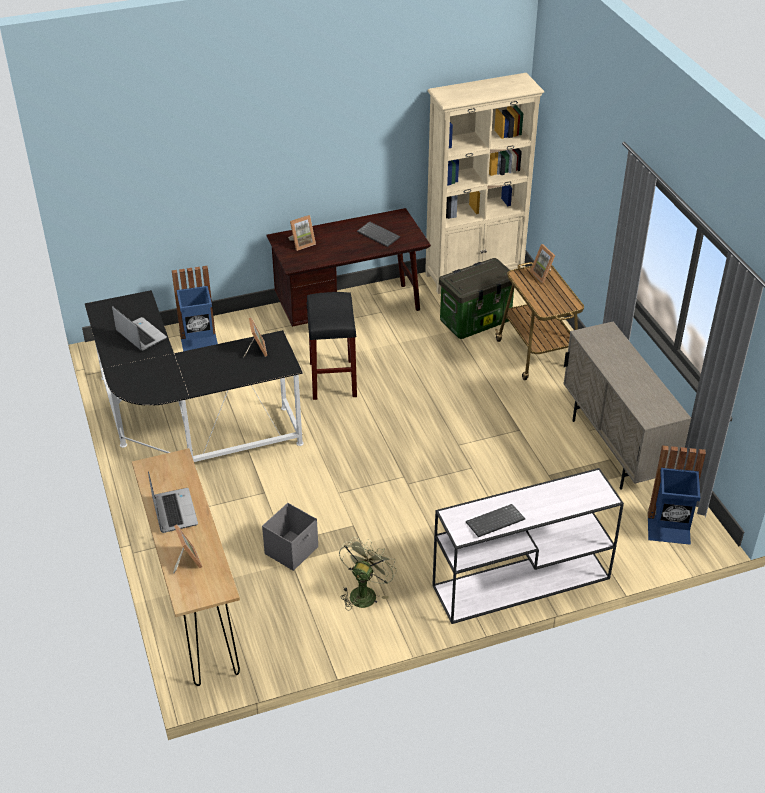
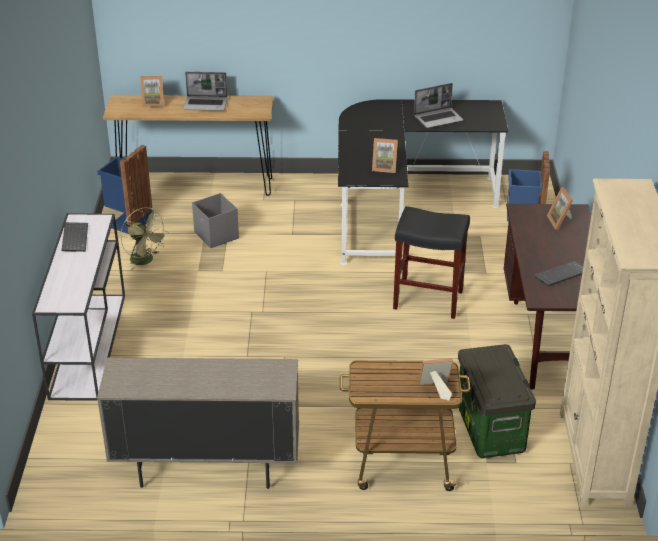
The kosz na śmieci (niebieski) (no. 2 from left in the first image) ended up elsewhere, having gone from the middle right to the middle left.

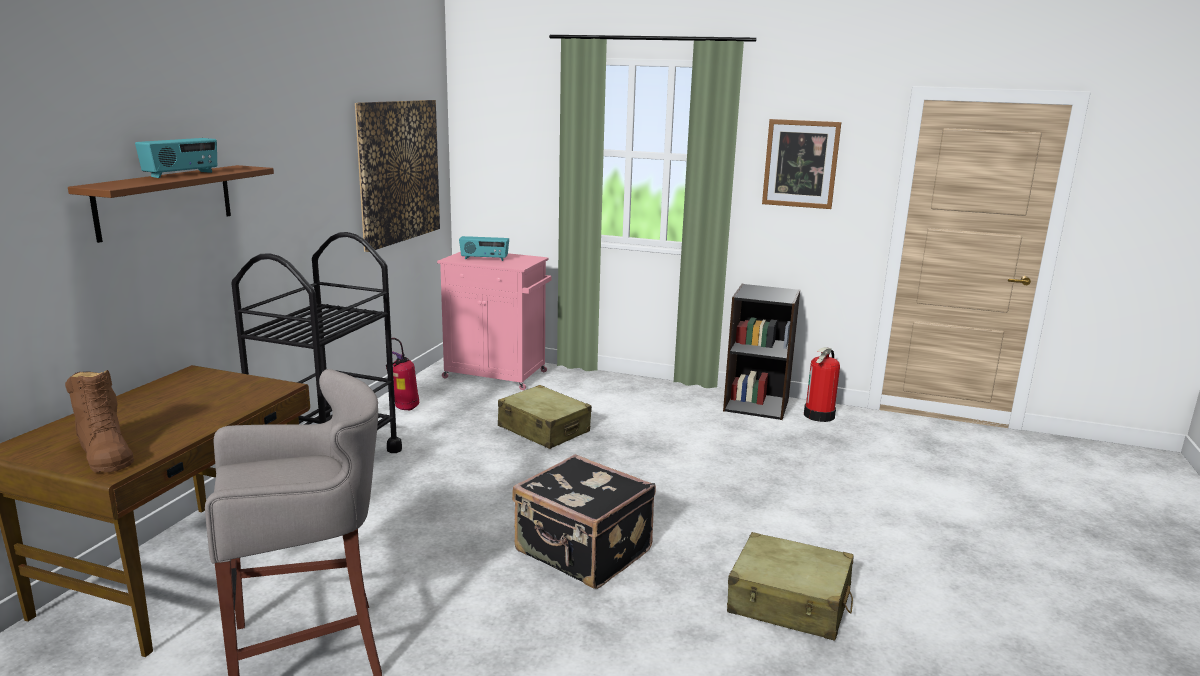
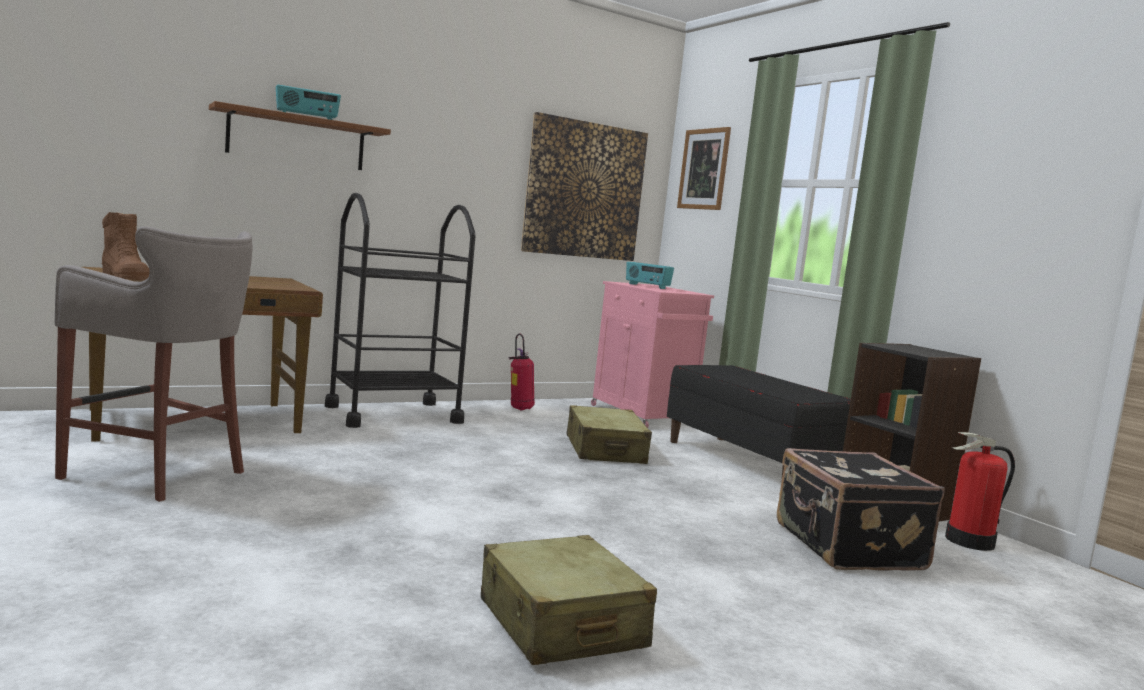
The but z cholewką (brązowy) at the middle left ended up facing another way, 45 degrees counterclockwise from before.
The walizka (czarny) ended up elsewhere, having gone from the bottom centre to the bottom right.
The obraz (no. 2 from left) ended up elsewhere, having gone from the top right to the top centre.
The second view gained the ławka (czarny) at the centre.

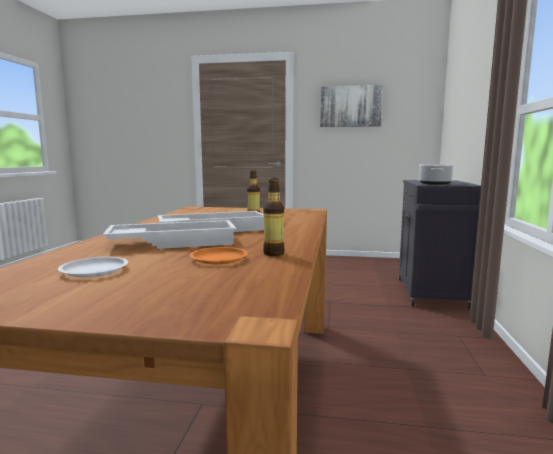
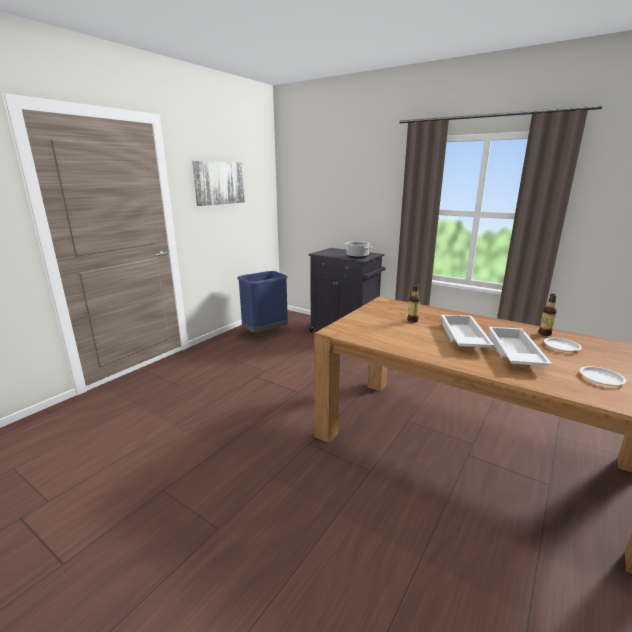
What was the talerz (pomarańczowy) at the centre turned into the talerz (biały) (no. 1 from left) at the middle right.
The second view gained the kosz na śmieci (niebieski) at the centre.

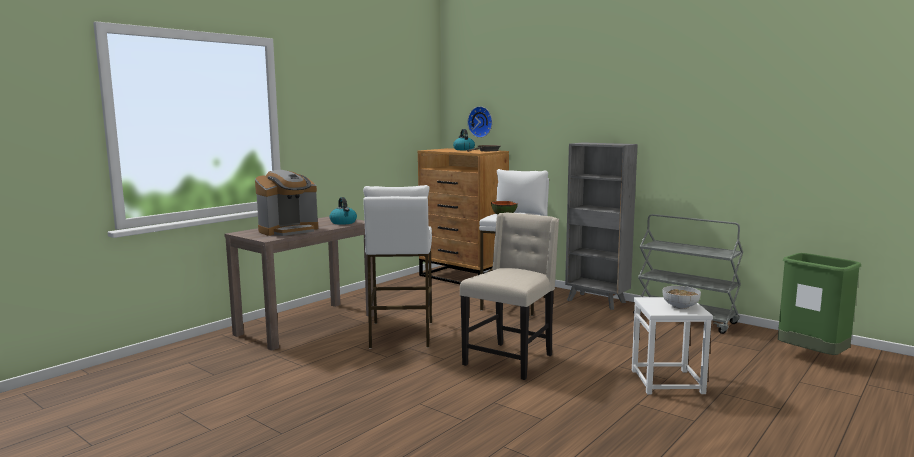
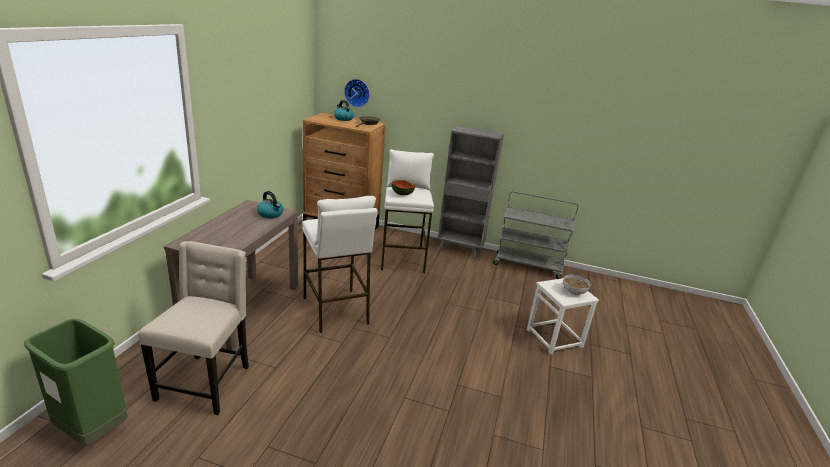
The second view lost the ekspres do kawy at the middle left.
The krzesło (beżowy) ended up elsewhere, having gone from the centre to the bottom left.
The kosz na śmieci (zielony) ended up elsewhere, having gone from the middle right to the bottom left.

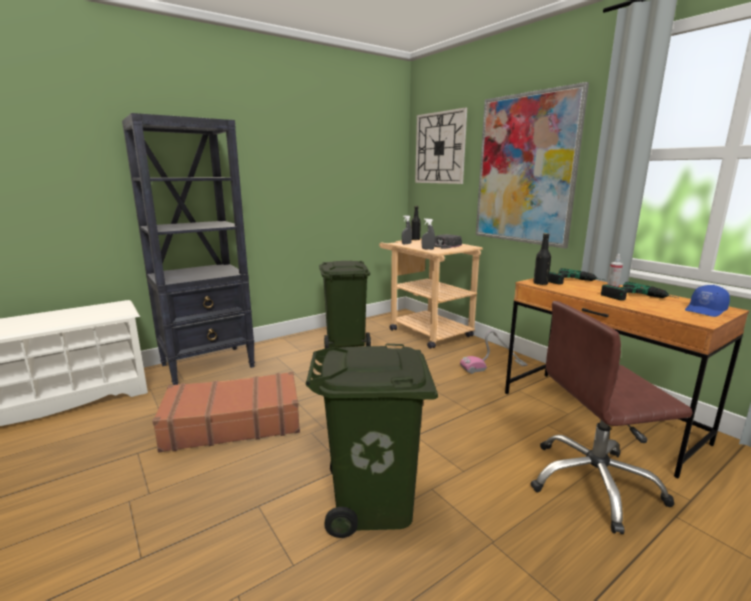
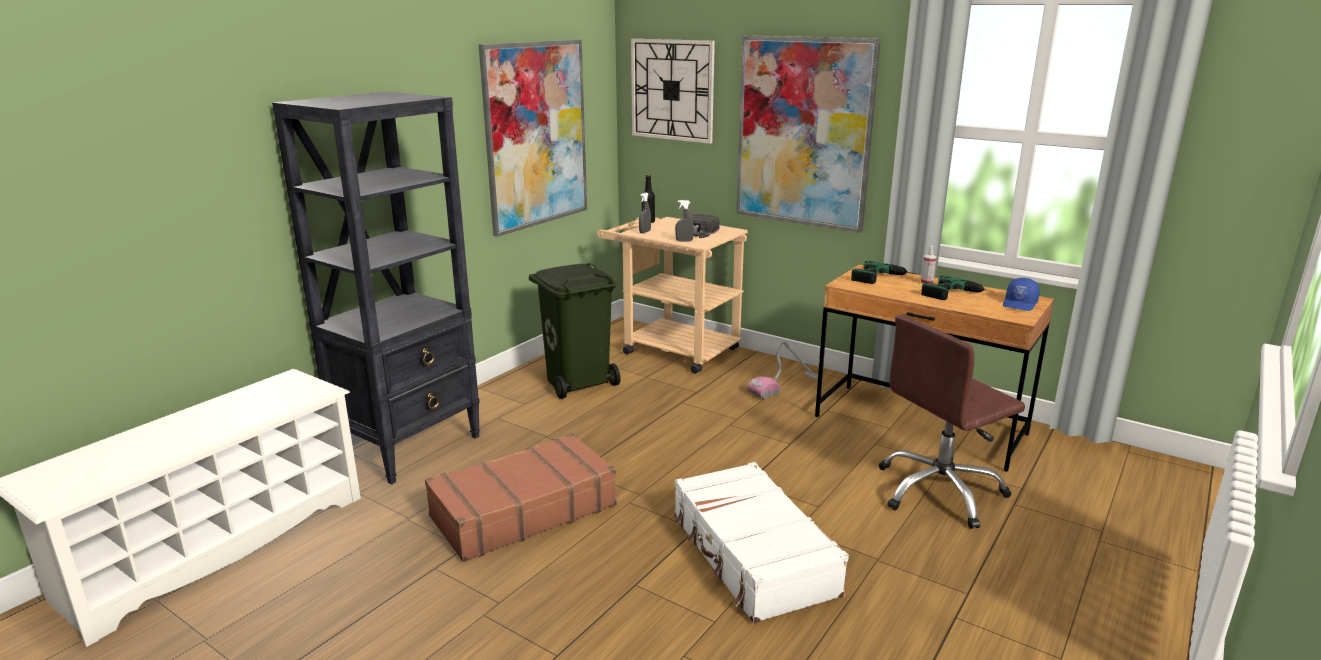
Where the kosz na śmieci (zielony) (no. 2 from left) stood at the bottom centre, the walizka (biały) came to stand at the bottom centre.
The second view lost the butelka (czarny) (no. 2 from left) at the middle right.
The second view gained the obraz (no. 1 from left) at the top centre.

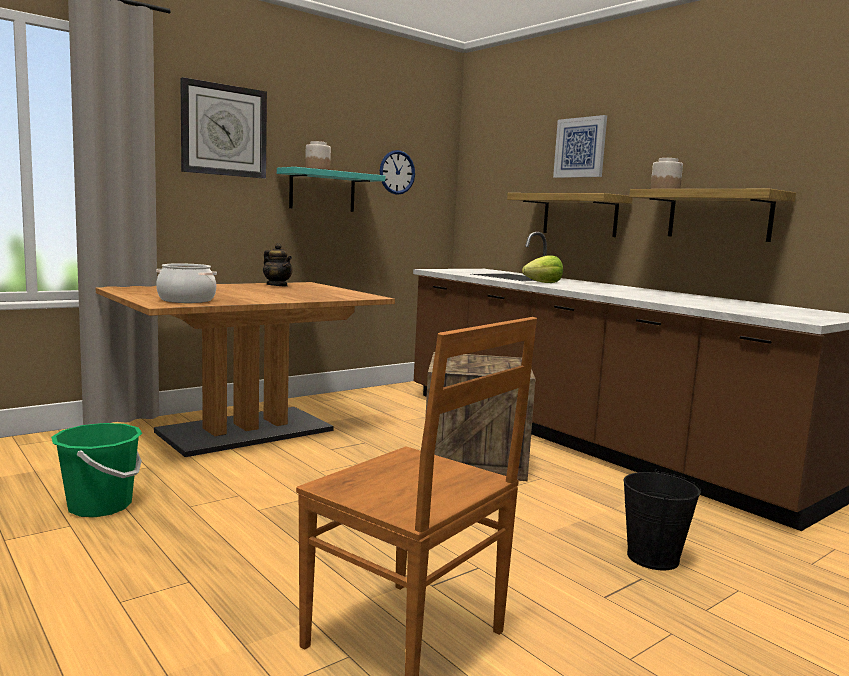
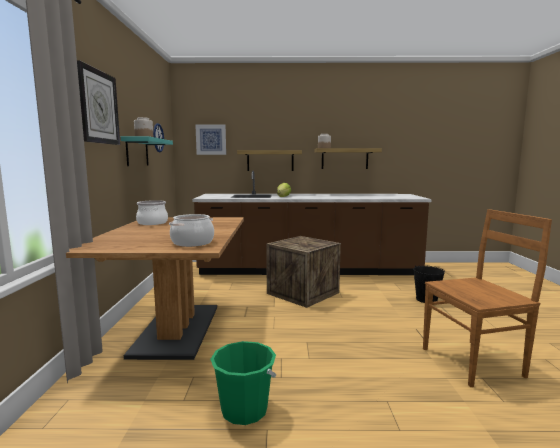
Where the imbryk stood at the middle left, the garnek (no. 1 from left) came to stand at the middle left.
The obraz ended up elsewhere, having gone from the top right to the top centre.

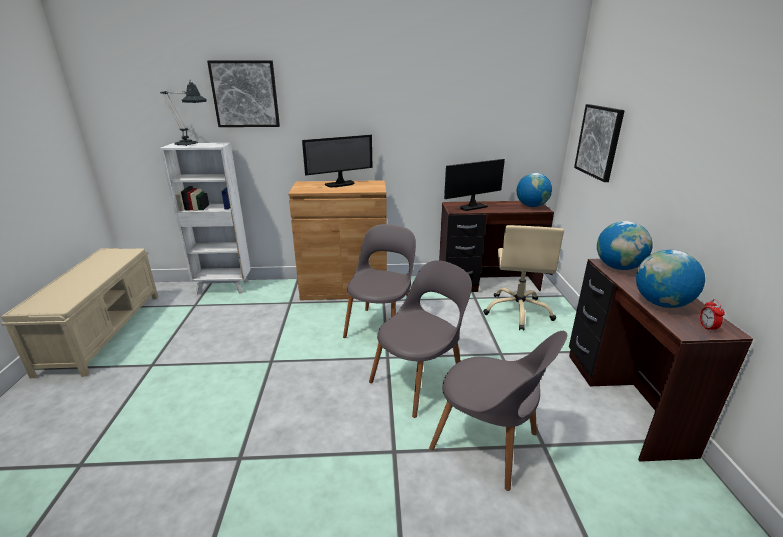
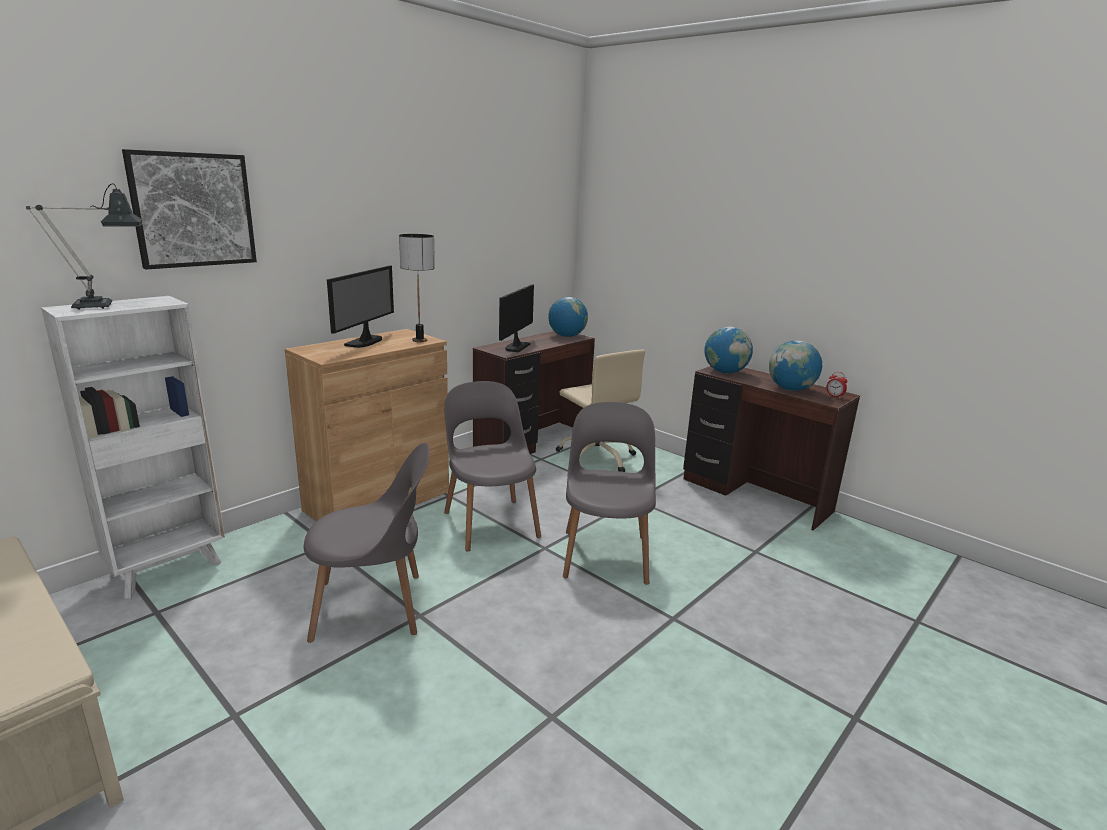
The krzesło (szary) (no. 3 from left in the first image) ended up elsewhere, having gone from the bottom centre to the middle left.
The second view lost the obraz (no. 2 from left) at the top right.
The second view gained the lampa stołowa (no. 2 from left) at the centre.

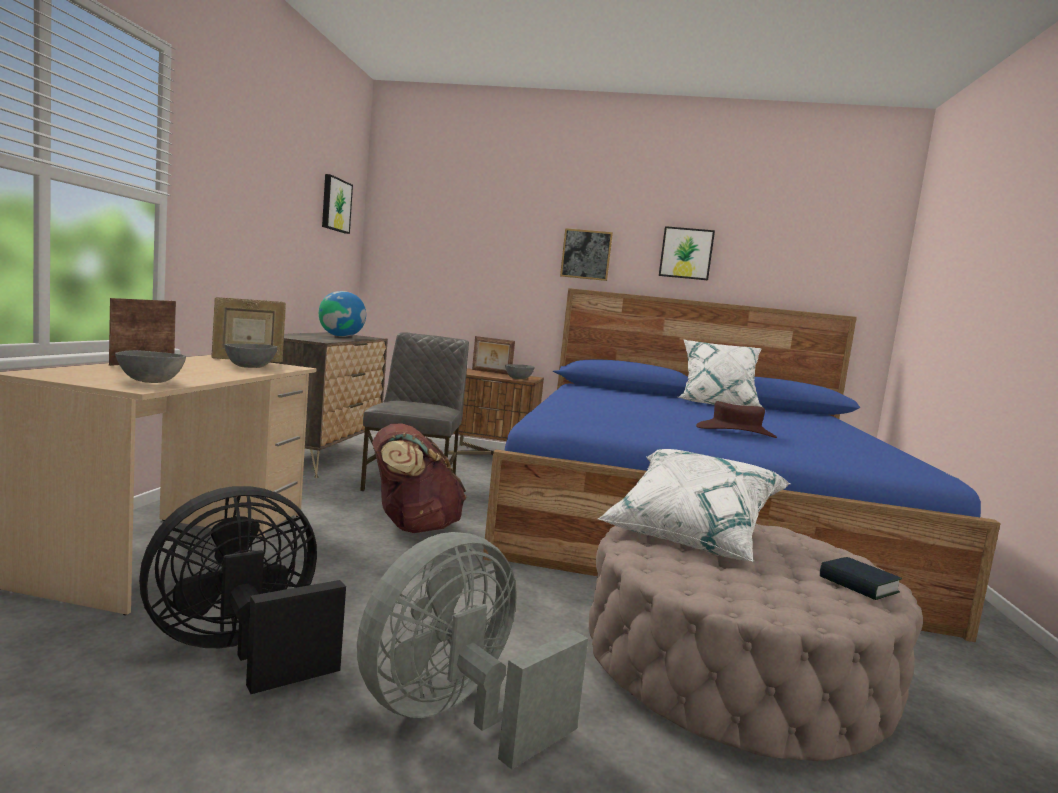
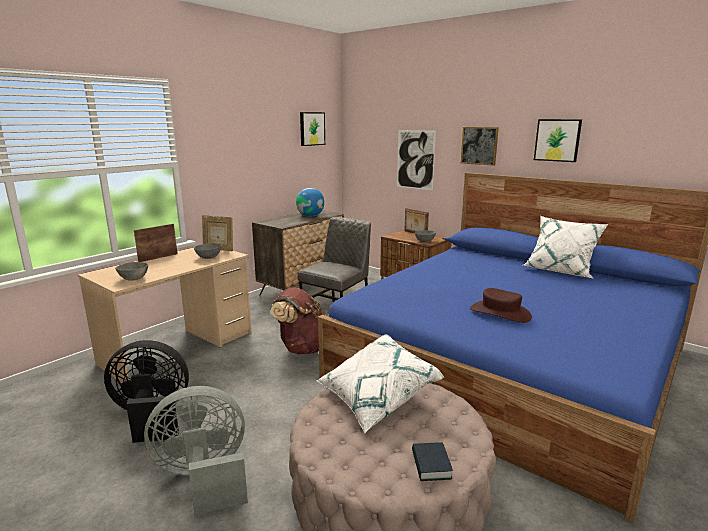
The second view gained the obraz (no. 2 from left) at the top centre.

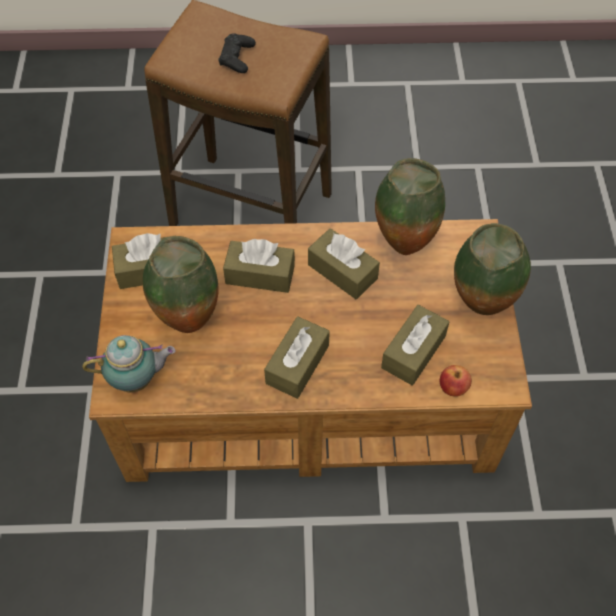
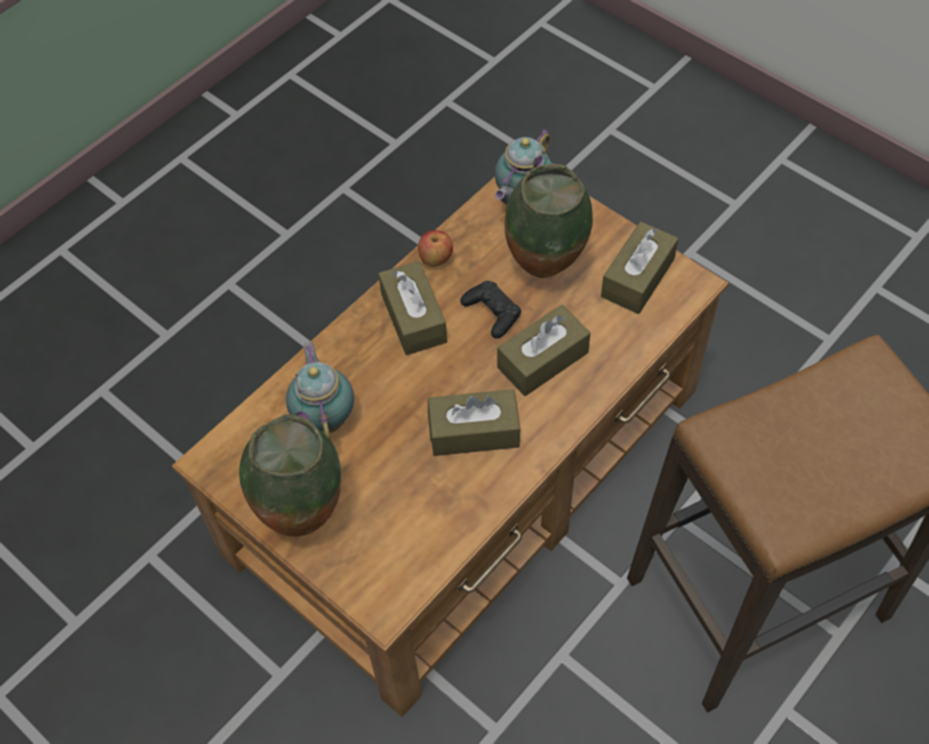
The pad do gier (czarny) ended up elsewhere, having gone from the top centre to the centre.
The second view lost the wazon (no. 2 from left) at the centre.
Where the pudełko chusteczek (brązowy) (no. 5 from left) stood at the middle right, the imbryk (no. 1 from left) came to stand at the centre.
The jabłko ended up elsewhere, having gone from the middle right to the centre.

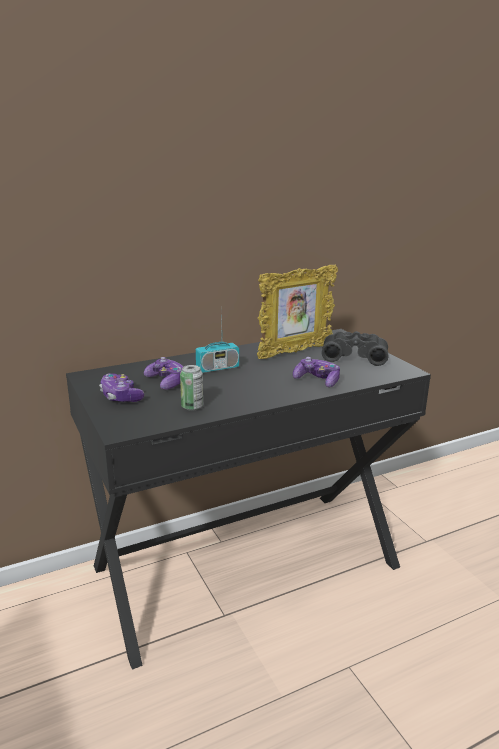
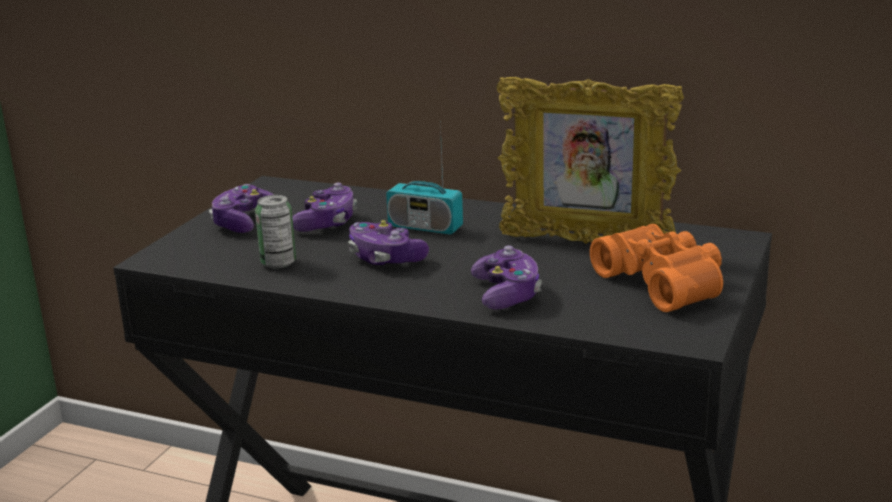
What was the lornetka (czarny) at the middle right turned into the lornetka (pomarańczowy) at the middle right.
The second view gained the pad do gier (no. 3 from left) at the centre.

